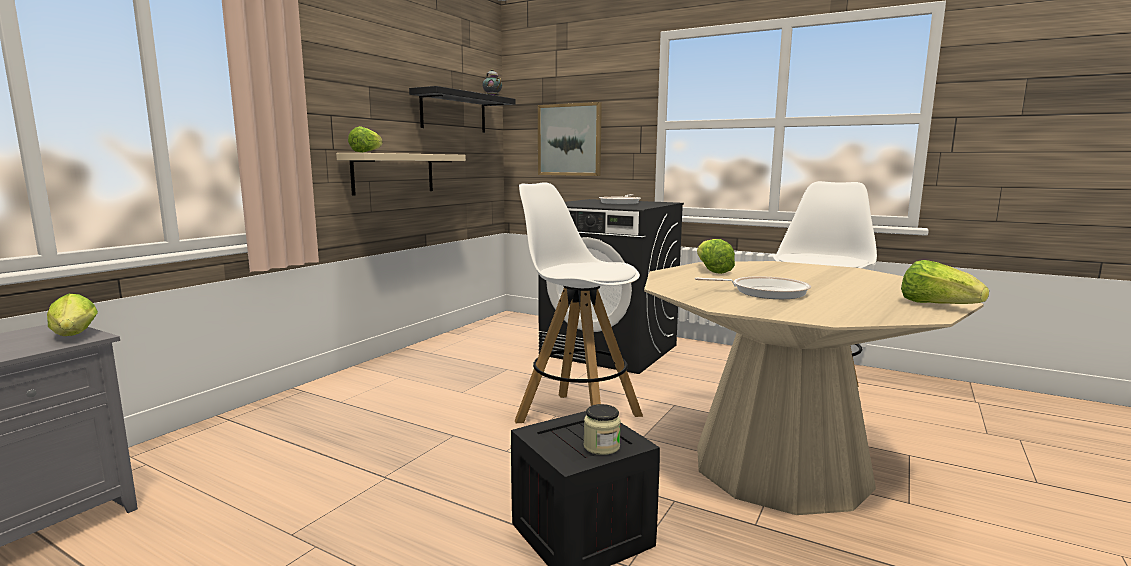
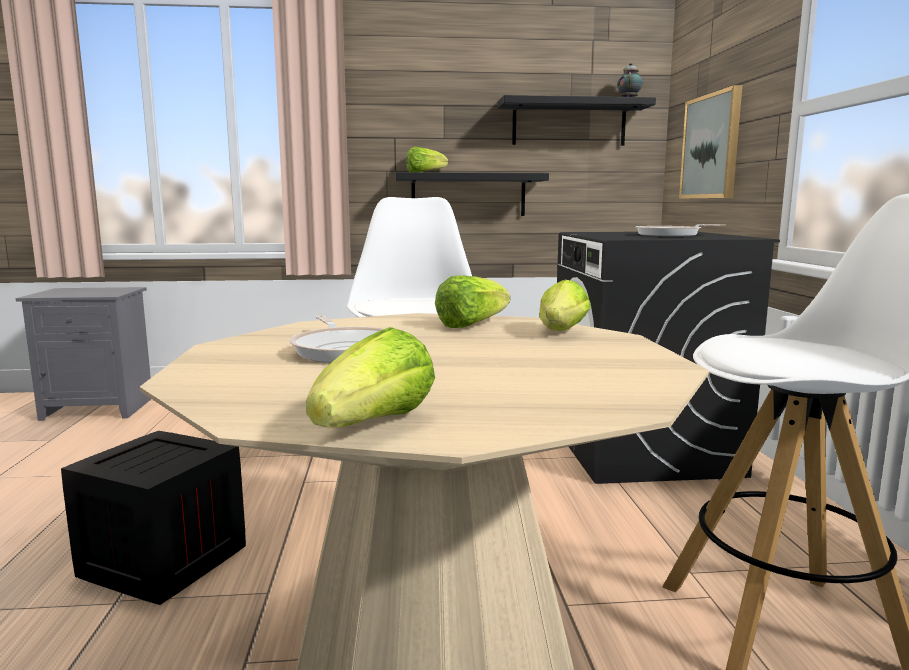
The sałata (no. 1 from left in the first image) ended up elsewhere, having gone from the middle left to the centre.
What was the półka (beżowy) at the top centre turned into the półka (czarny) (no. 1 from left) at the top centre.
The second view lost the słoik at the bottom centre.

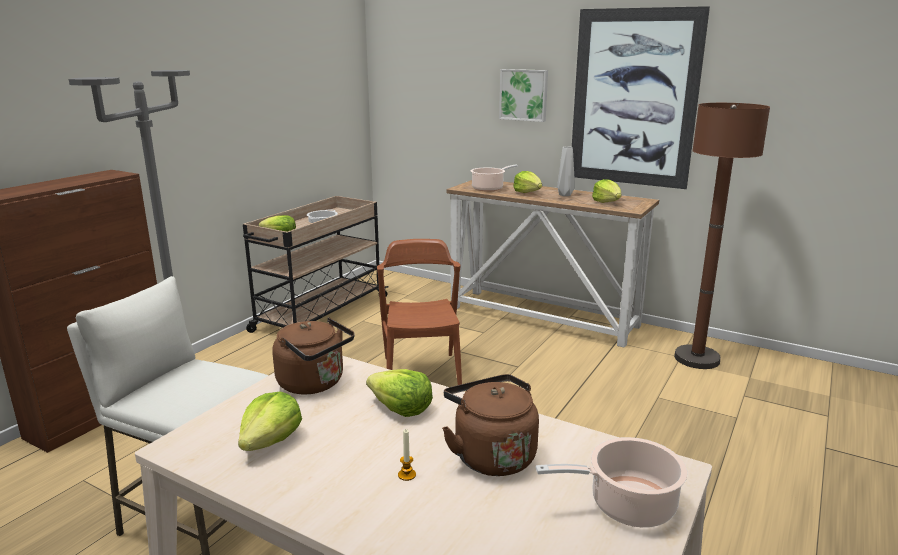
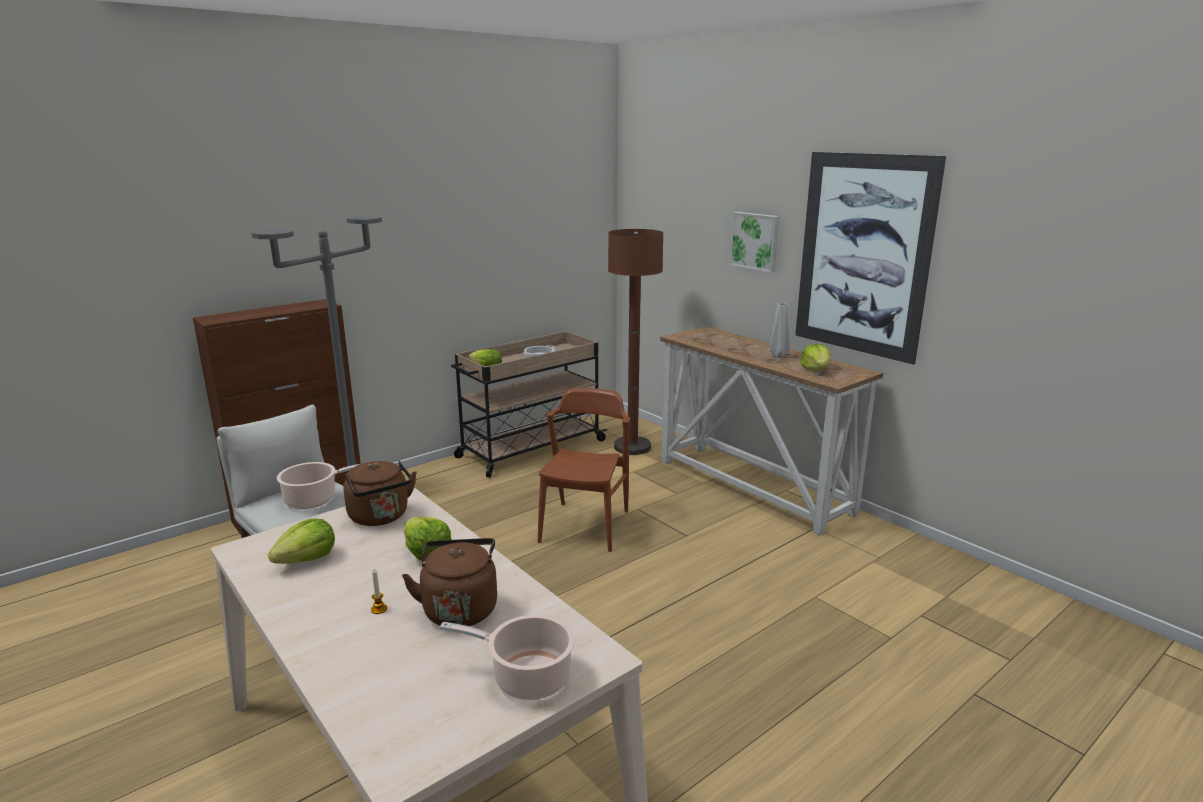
The garnek (no. 2 from left in the first image) ended up elsewhere, having gone from the top centre to the middle left.
The second view lost the sałata (no. 4 from left) at the top centre.
The lampa stojąca (brązowy) ended up elsewhere, having gone from the middle right to the centre.

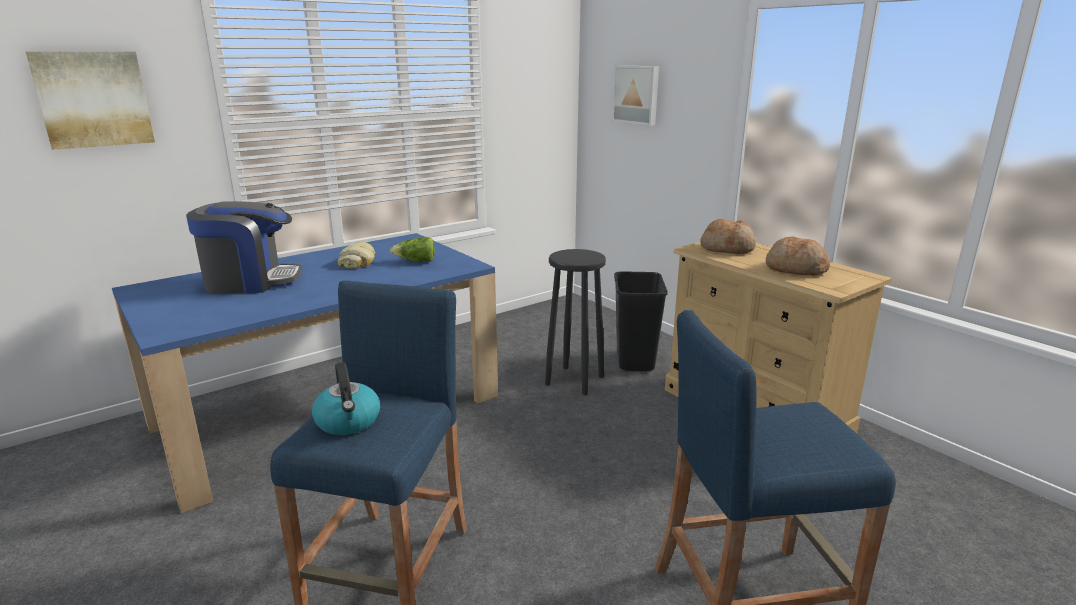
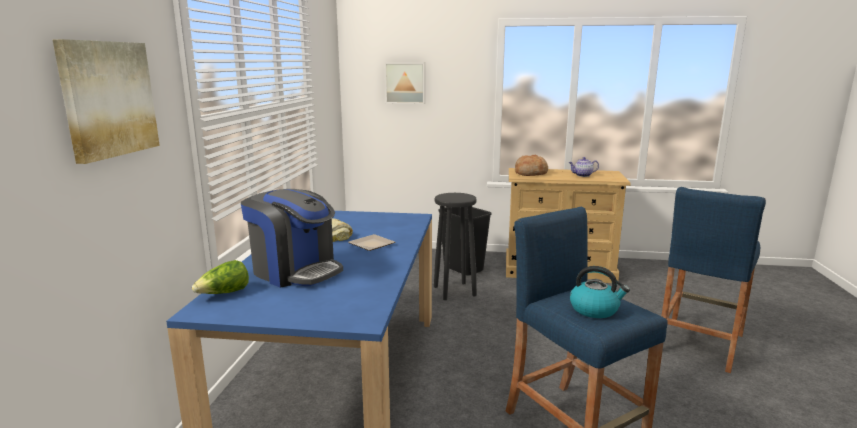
The ekspres do kawy at the middle left ended up facing another way, 90 degrees clockwise from before.
The sałata ended up elsewhere, having gone from the centre to the middle left.
Where the chleb (no. 3 from left) stood at the middle right, the imbryk came to stand at the middle right.
The second view gained the talerz at the centre.

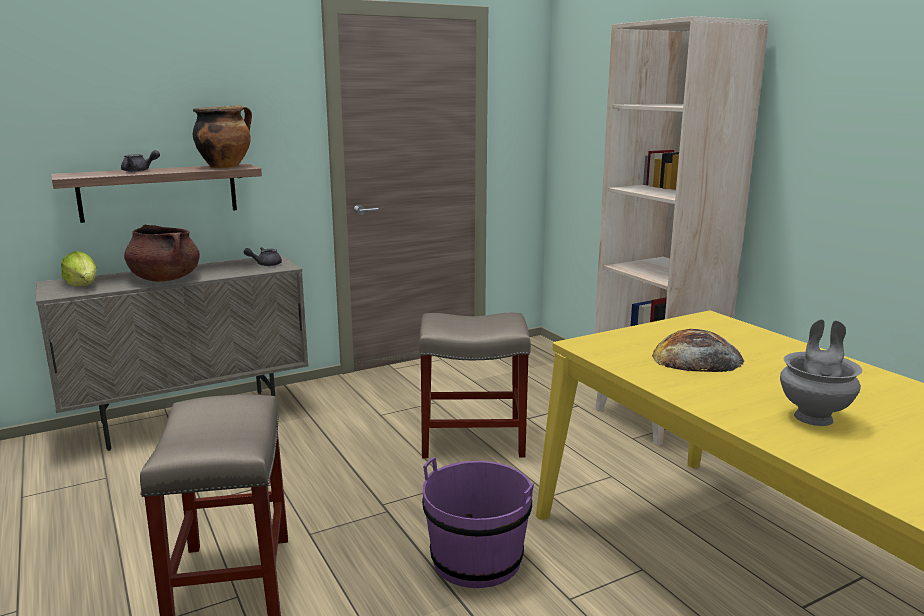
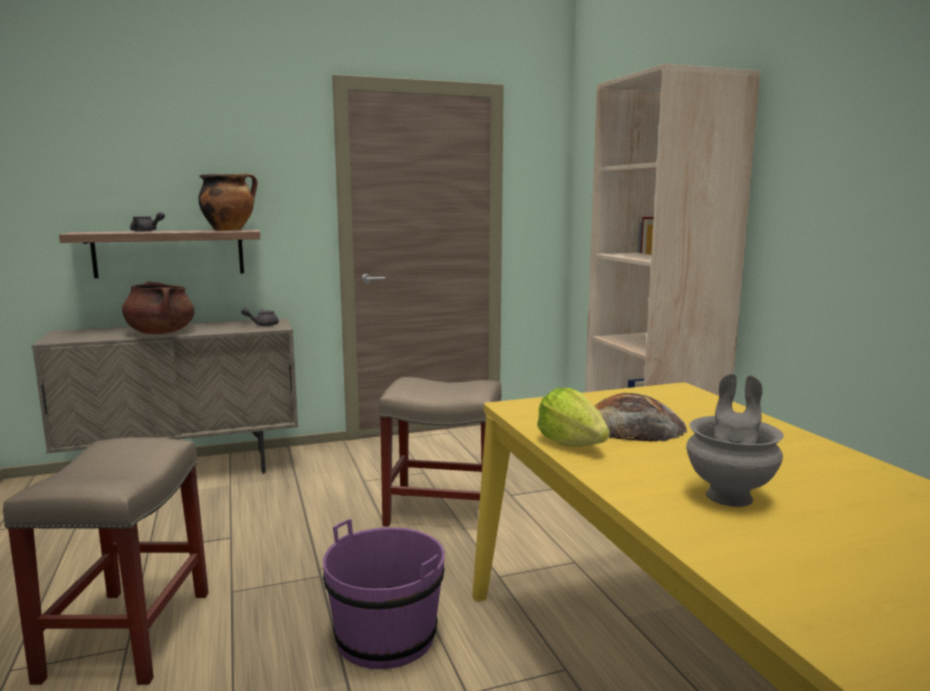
The sałata ended up elsewhere, having gone from the middle left to the centre.

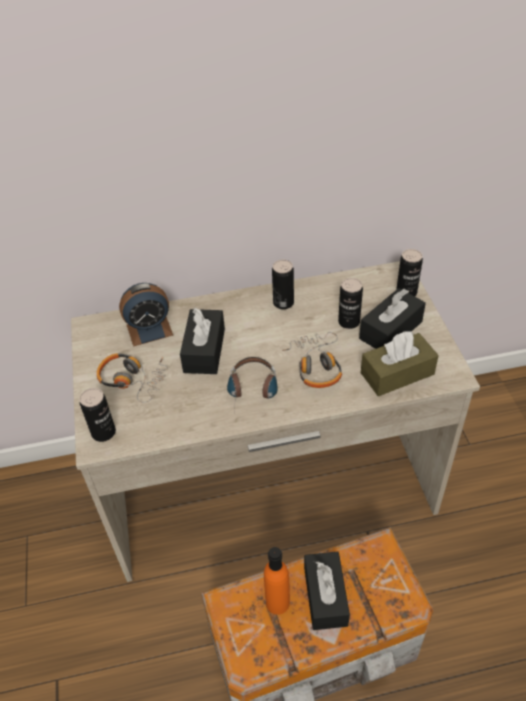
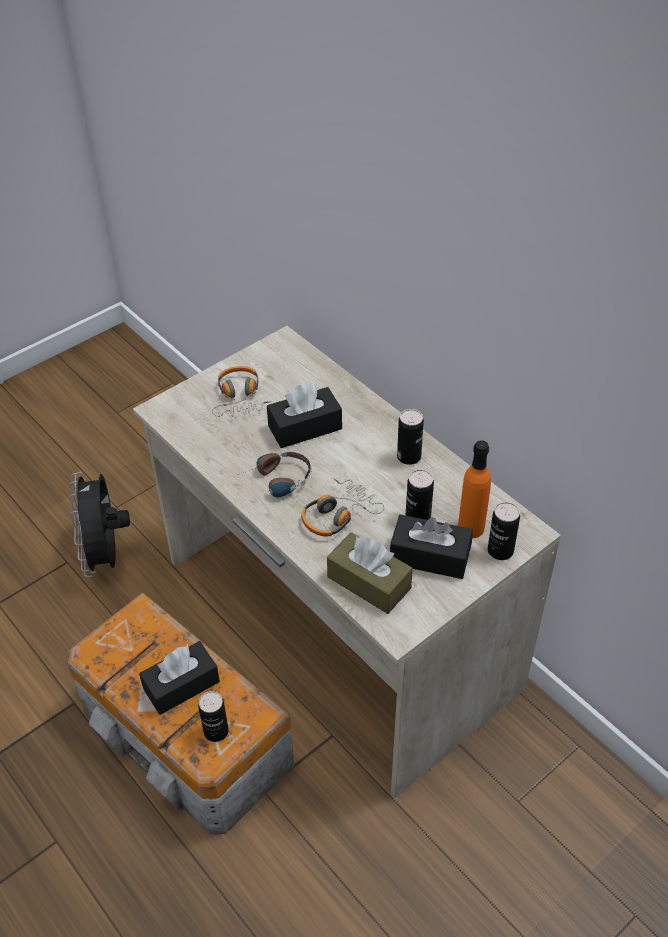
The puszka (no. 1 from left) ended up elsewhere, having gone from the middle left to the bottom left.
The second view lost the budzik at the middle left.
The butelka (pomarańczowy) ended up elsewhere, having gone from the bottom centre to the middle right.
The second view gained the wentylator (czarny) at the middle left.

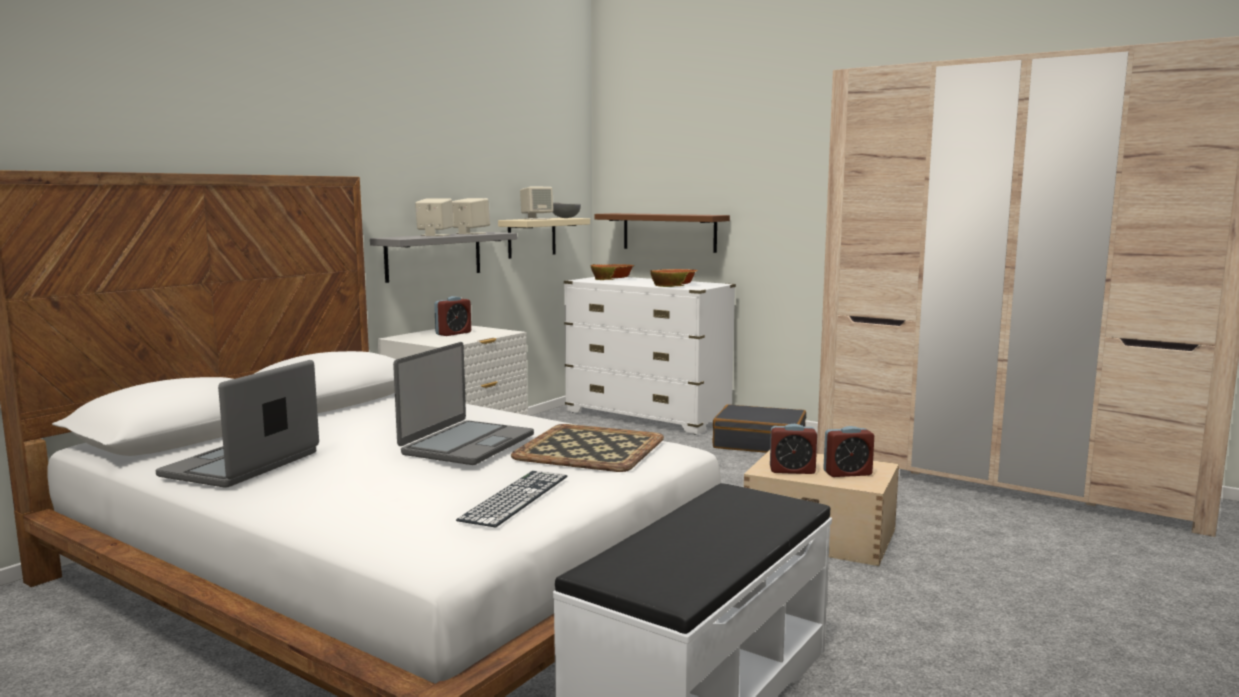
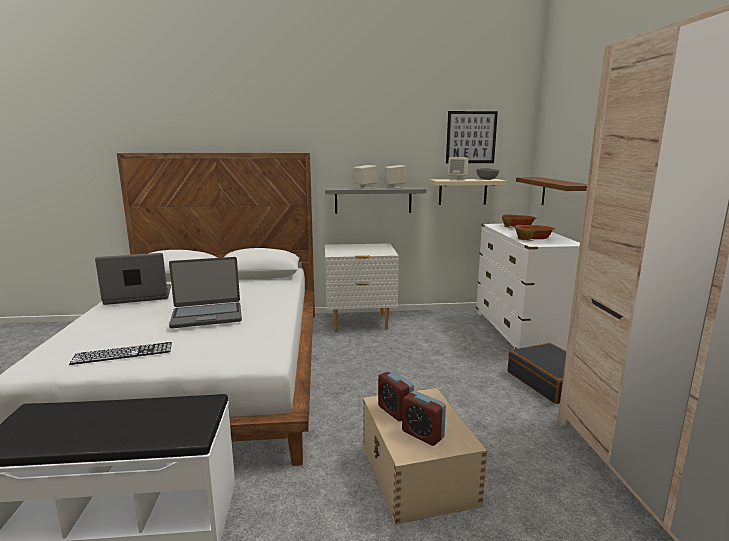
The second view lost the budzik (no. 1 from left) at the centre.
The second view lost the taca at the centre.
The second view gained the obraz at the top centre.

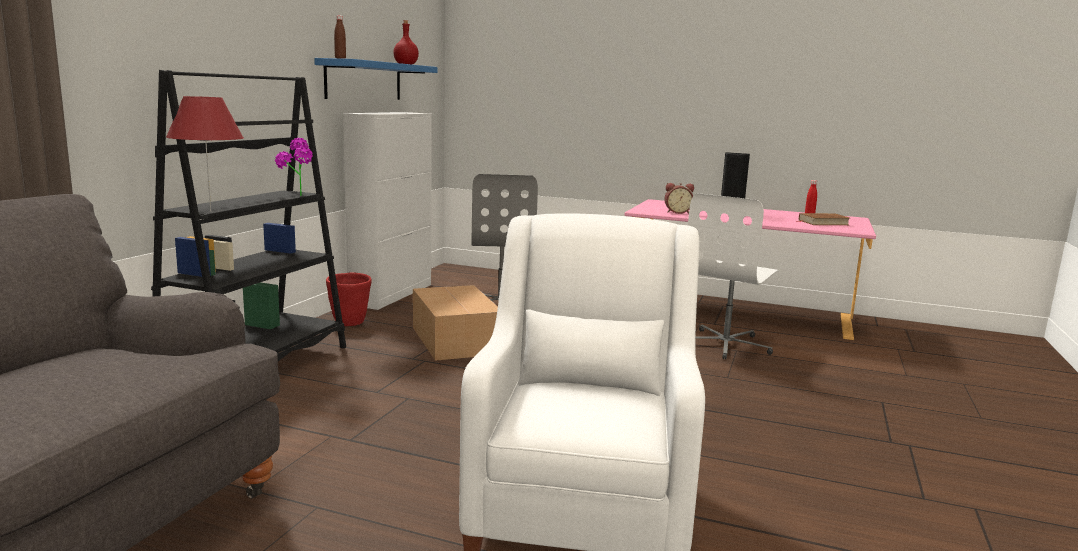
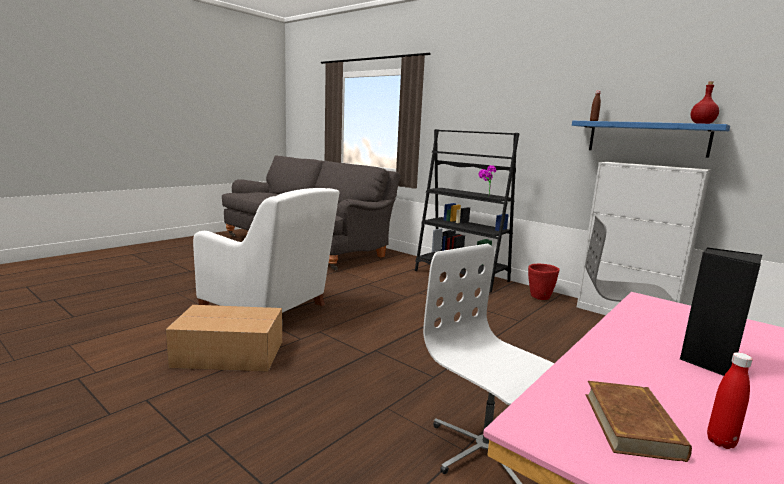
The second view lost the lampa stołowa (czerwony) at the top left.
The karton ended up elsewhere, having gone from the centre to the bottom left.
The second view lost the budzik at the centre.

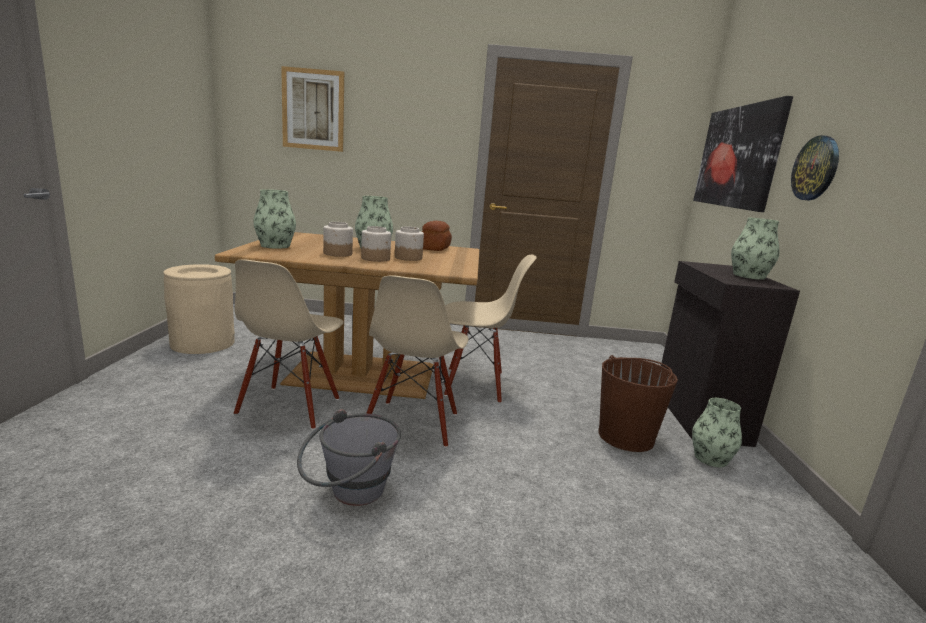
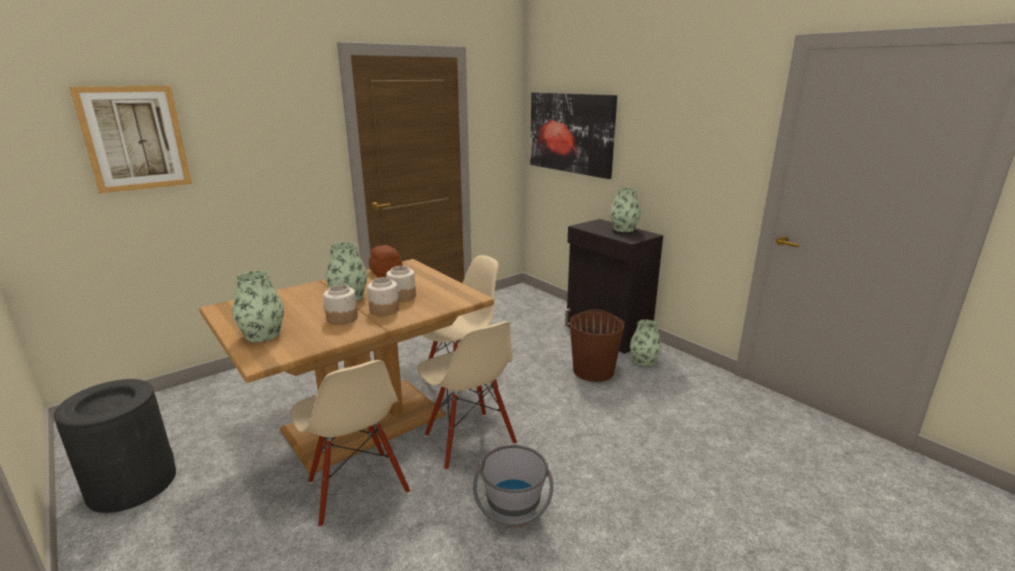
What was the kosz na śmieci (beżowy) at the middle left turned into the kosz na śmieci (czarny) at the bottom left.
The second view lost the zegar ścienny at the top right.

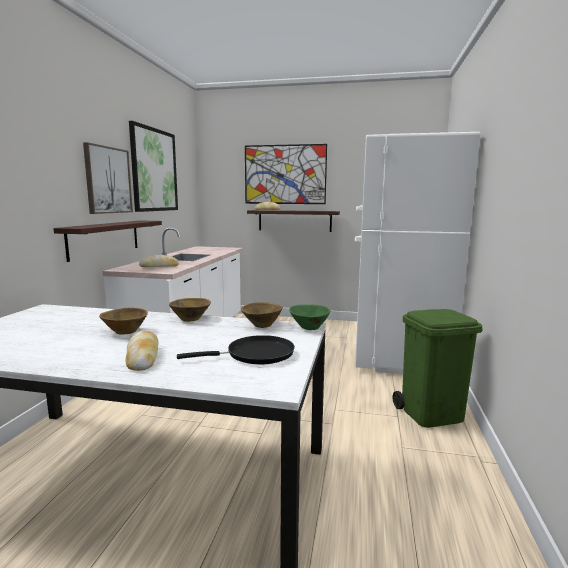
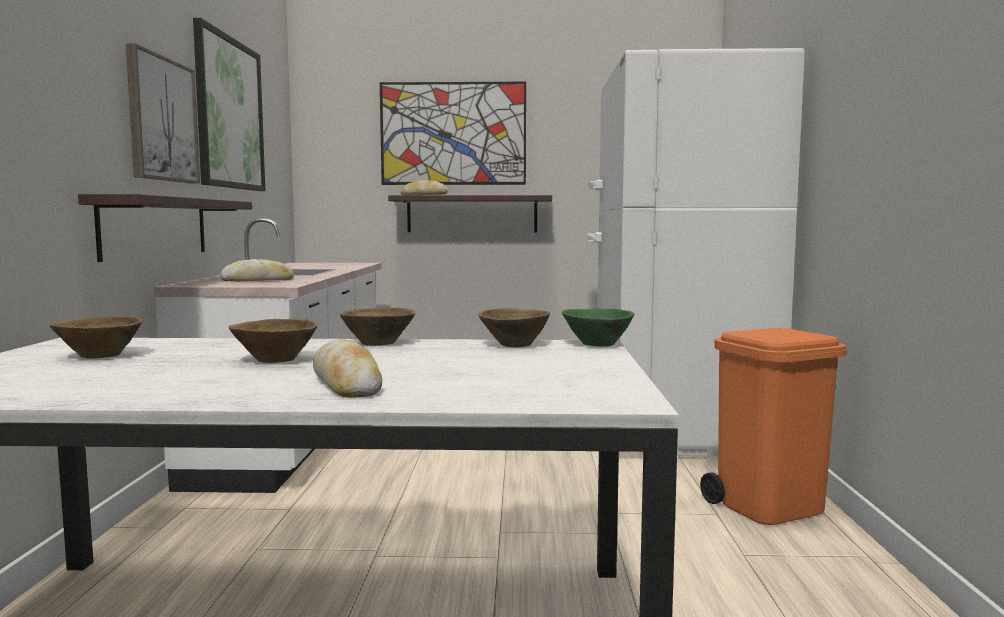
The second view lost the patelnia (czarny) at the centre.
What was the kosz na śmieci (zielony) at the middle right turned into the kosz na śmieci (pomarańczowy) at the bottom right.
The second view gained the miska (brązowy) (no. 1 from left) at the middle left.

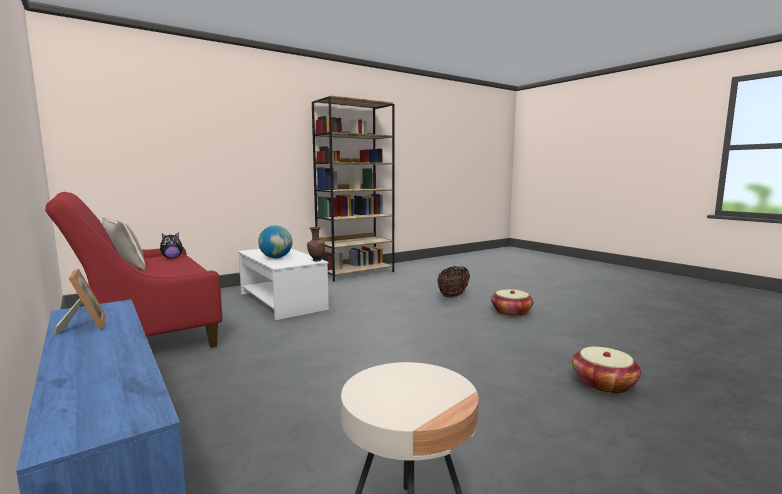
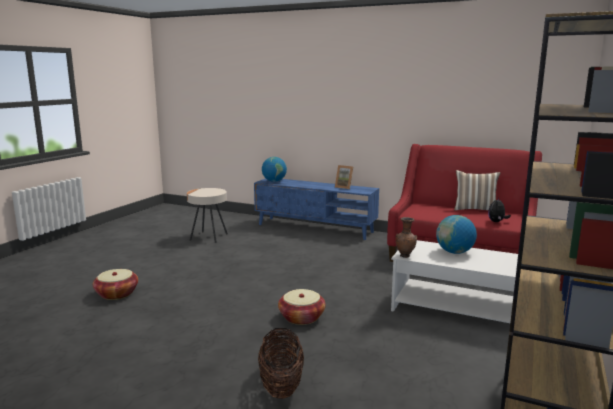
The koszyk (no. 2 from left in the first image) ended up elsewhere, having gone from the centre to the bottom centre.
The second view gained the globus (no. 1 from left) at the centre.

